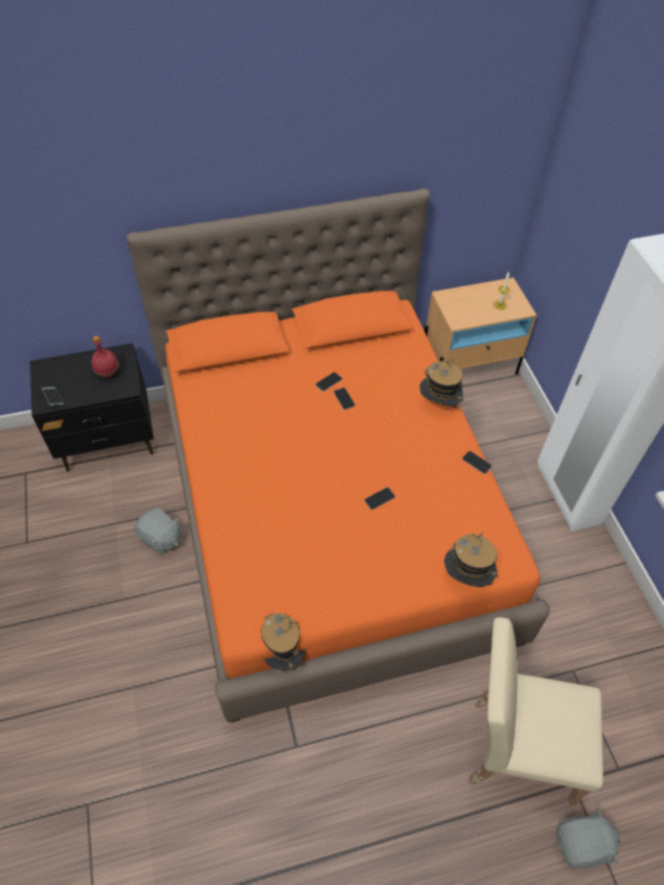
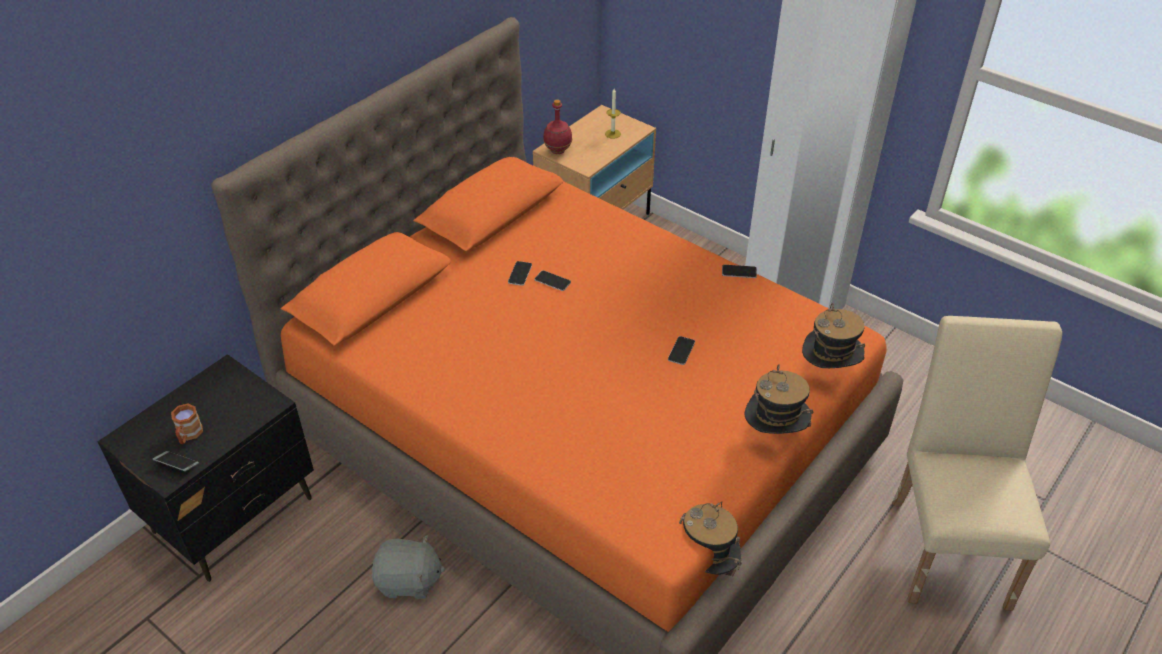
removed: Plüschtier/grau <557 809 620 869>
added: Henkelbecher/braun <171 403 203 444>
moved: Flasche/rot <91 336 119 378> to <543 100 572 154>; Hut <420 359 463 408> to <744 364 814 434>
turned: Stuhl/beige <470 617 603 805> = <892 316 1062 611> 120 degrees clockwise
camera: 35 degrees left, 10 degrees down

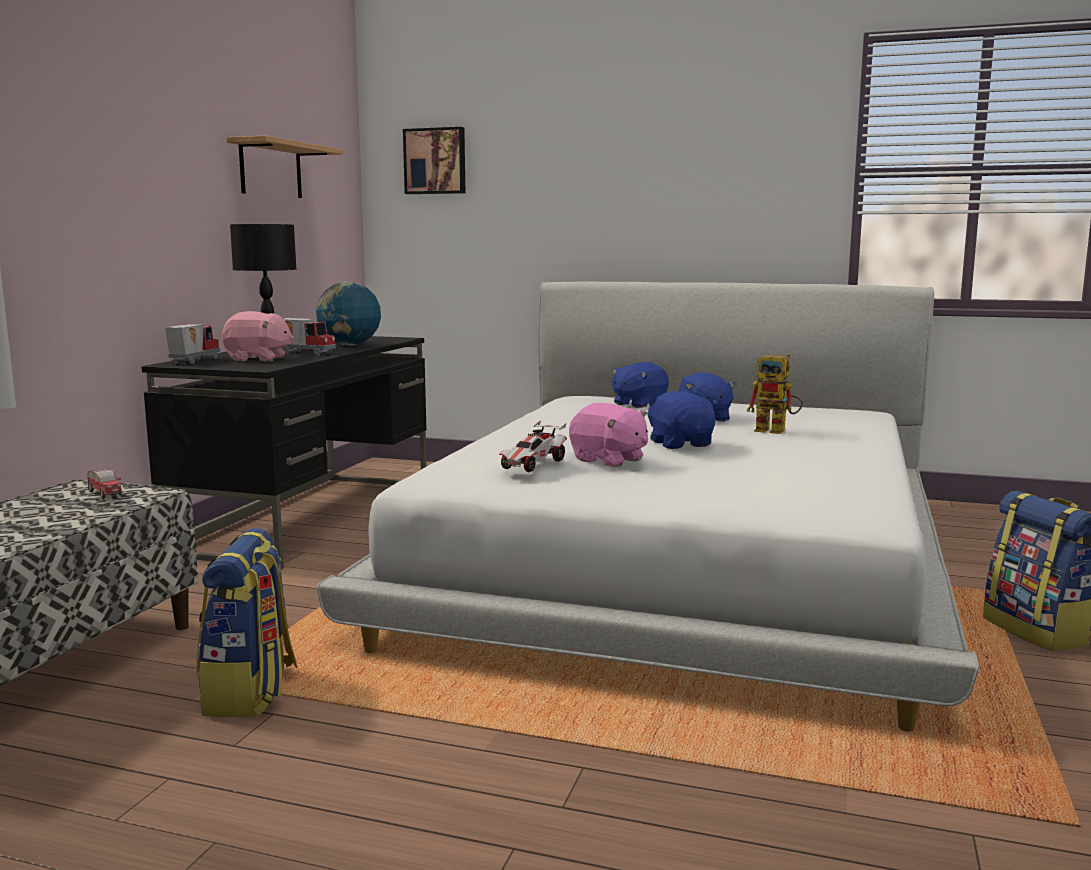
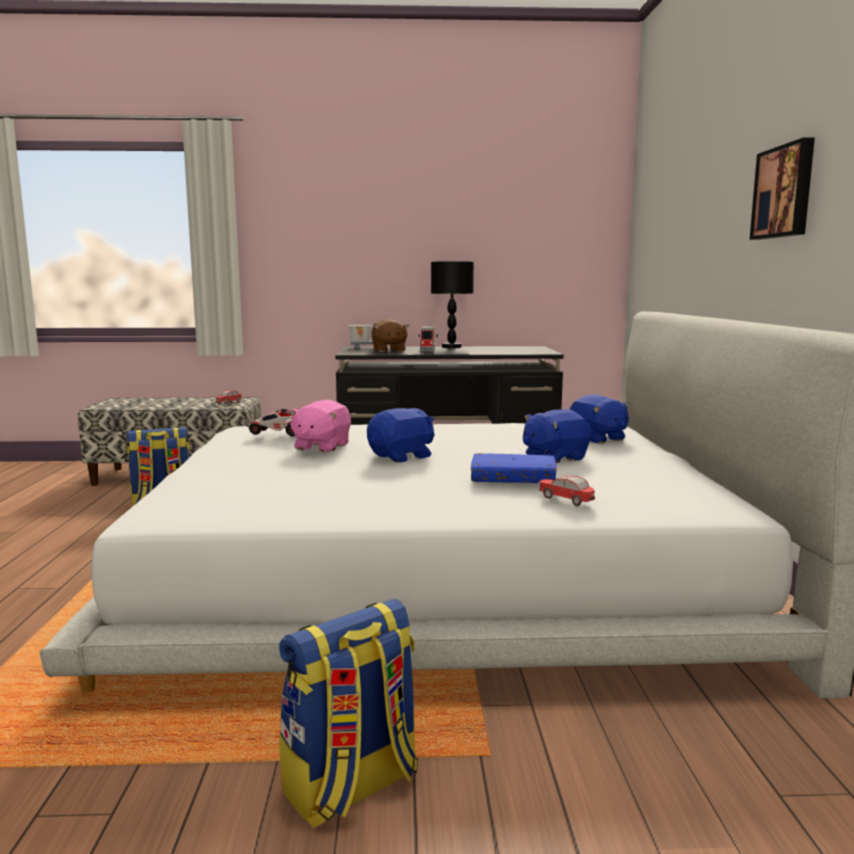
removed: Wandregal <226 135 343 198>; Globus <316 281 381 346>
added: Spielzeugauto <538 476 595 506>
moved: Bild <403 127 465 194> to <750 137 815 240>
replaced: Spielzeugroboter <747 353 803 434> to Buch/blau <471 453 557 483>
recoloured: Plüschtier/rosa <222 311 294 361> to Plüschtier/braun <371 319 409 352>
turned: Plüschtier/blau <612 362 669 408> = <569 395 630 444> 150 degrees counterclockwise
camera: 70 degrees right, 0 degrees up

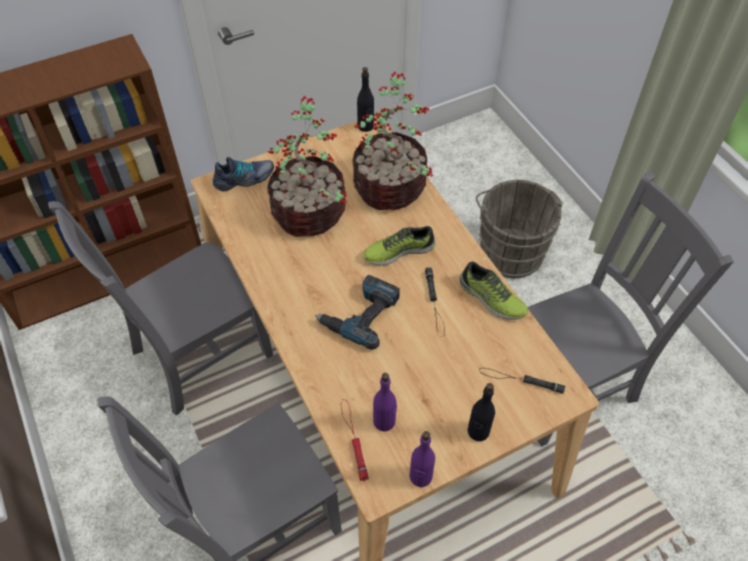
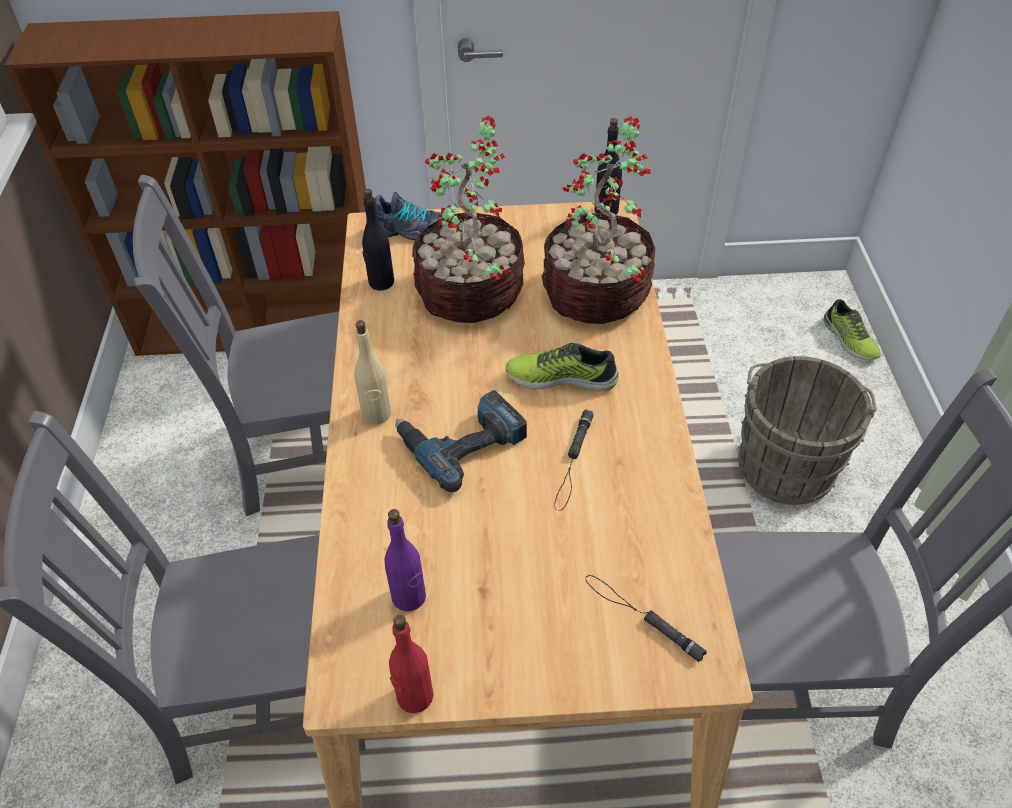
removed: Taschenlampe/rot <341 399 369 481>
added: Flasche/beige <354 320 391 425>
moved: Schuh <460 262 528 320> to <824 299 881 360>; Flasche/schwarz <467 383 495 441> to <362 189 394 290>
recoloured: Flasche/lila <409 431 435 487> to Flasche/rot <389 615 433 713>
camera: 25 degrees right, 5 degrees down

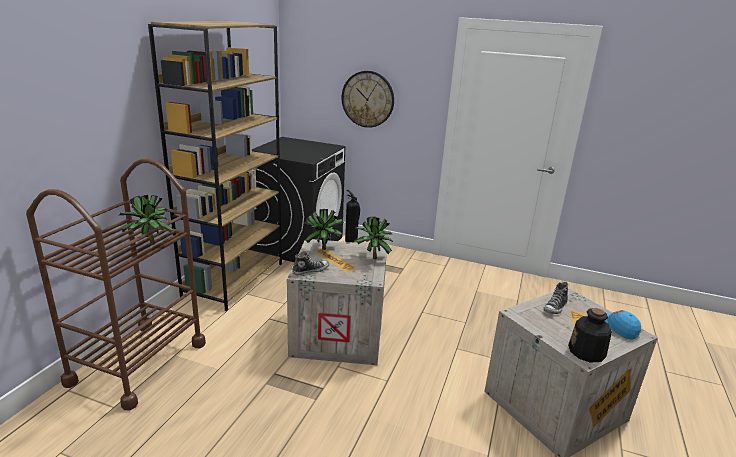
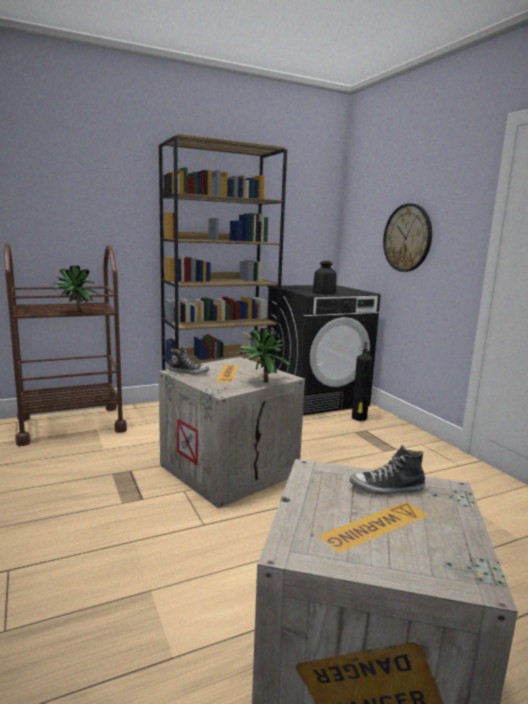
removed: Topfpflanze <304 209 344 250>; Kappe/blau <605 310 641 340>
moved: Flasche <568 308 612 363> to <313 260 336 294>
camera: 45 degrees right, 10 degrees down

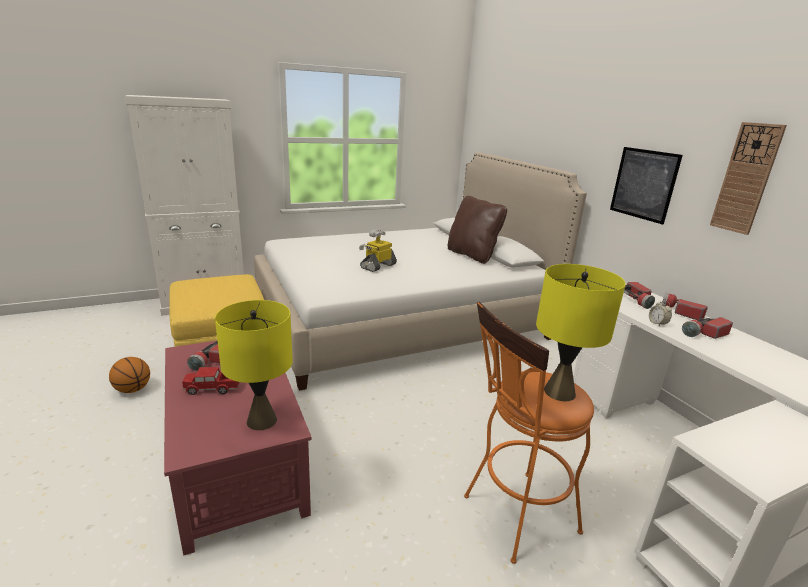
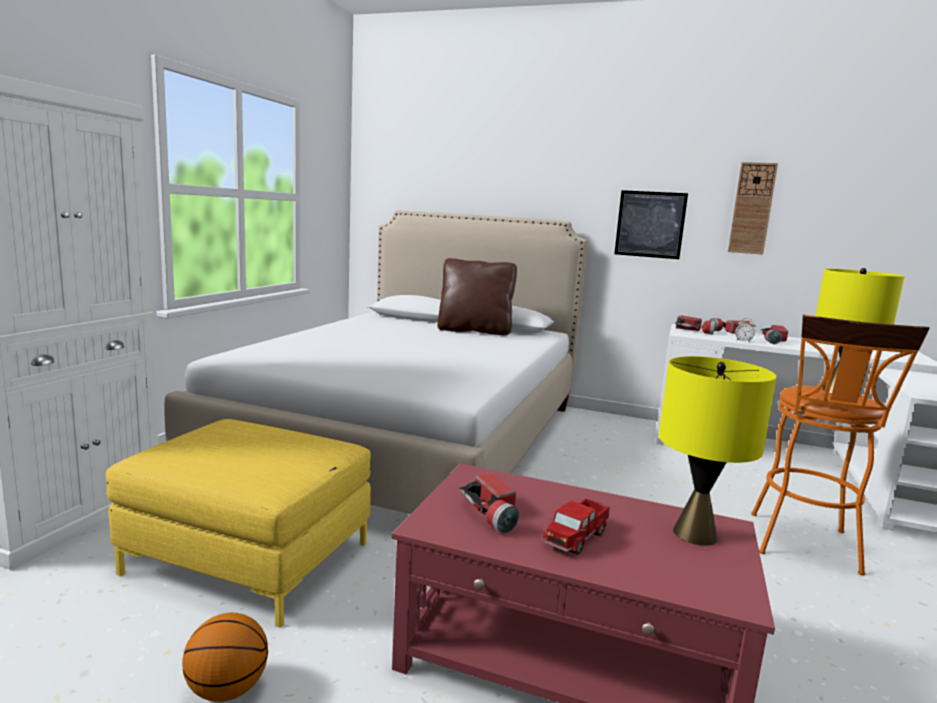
removed: Spielzeugroboter <359 229 397 272>
camera: 45 degrees left, 10 degrees down

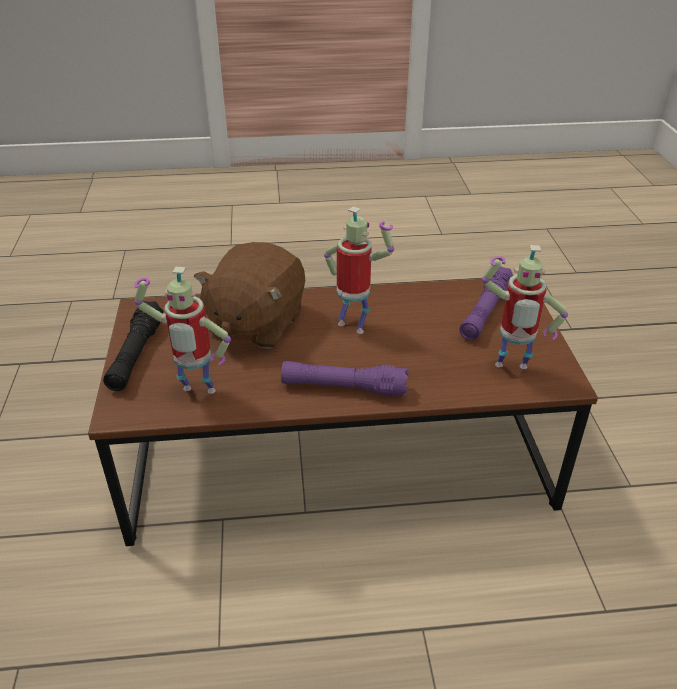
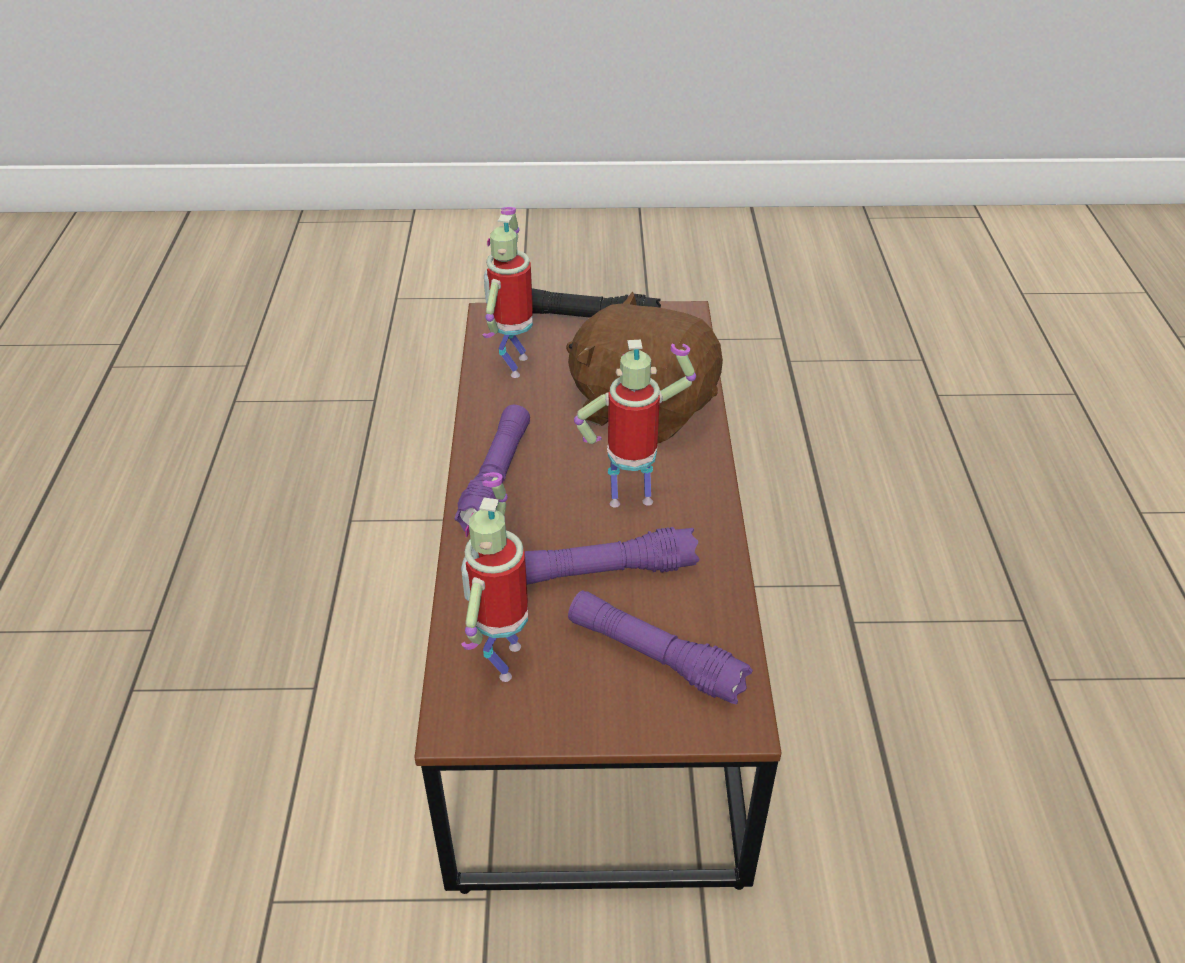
added: Taschenlampe/lila <525 527 699 585>
turned: Spielzeugroboter <324 206 394 334> = <574 340 696 508> 135 degrees counterclockwise
camera: 95 degrees right, 5 degrees up

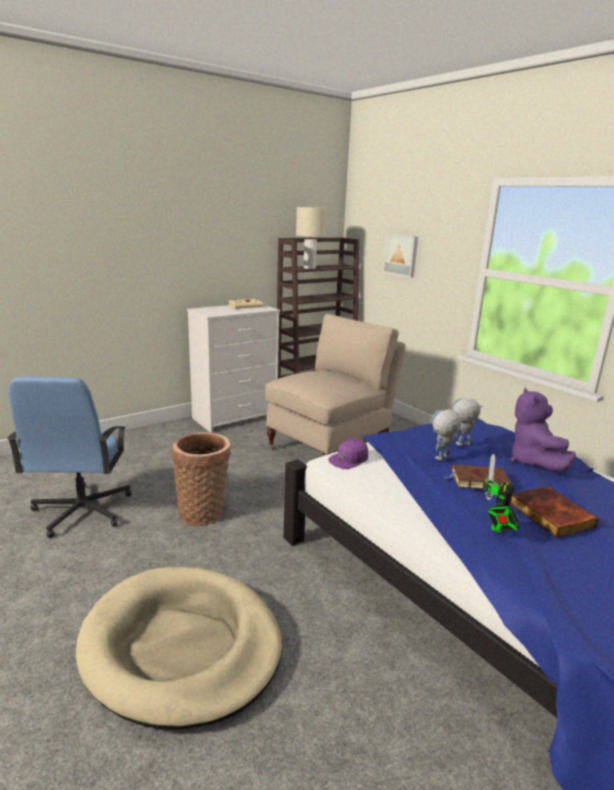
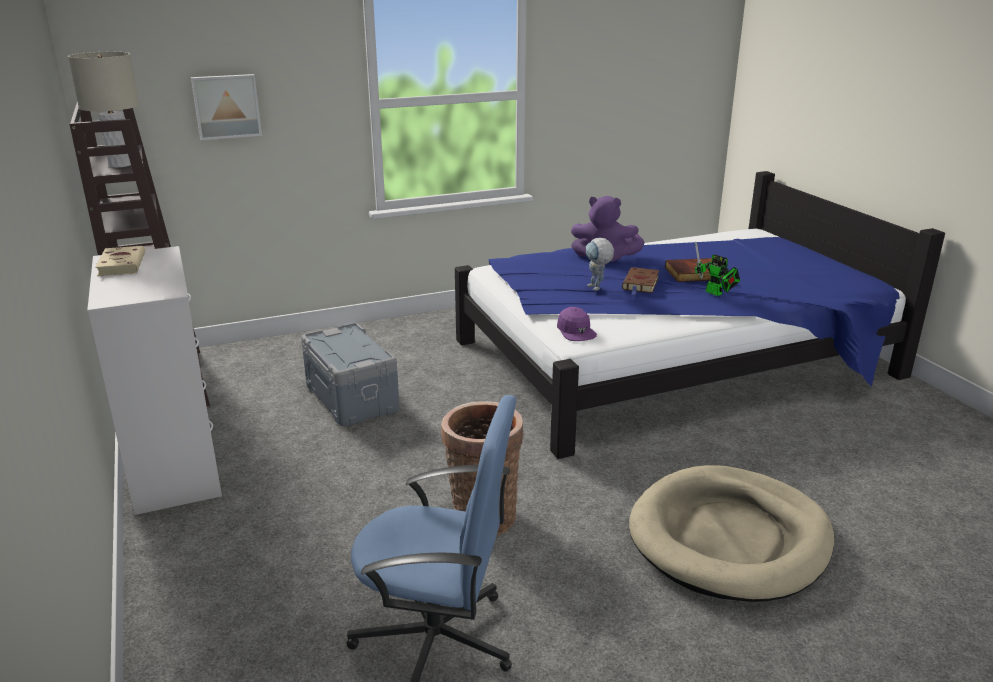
removed: Spielzeugroboter <452 398 482 446>
replaced: Stuhl/beige <265 314 406 456> to Aufbewahrungsbox/grau <301 323 400 426>
camera: 75 degrees left, 5 degrees up

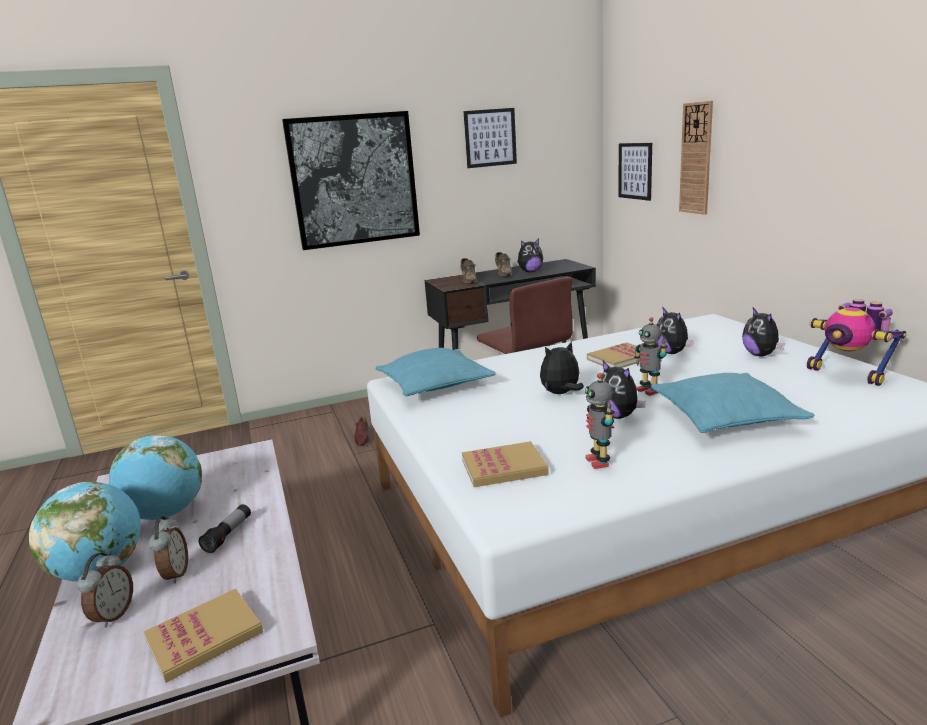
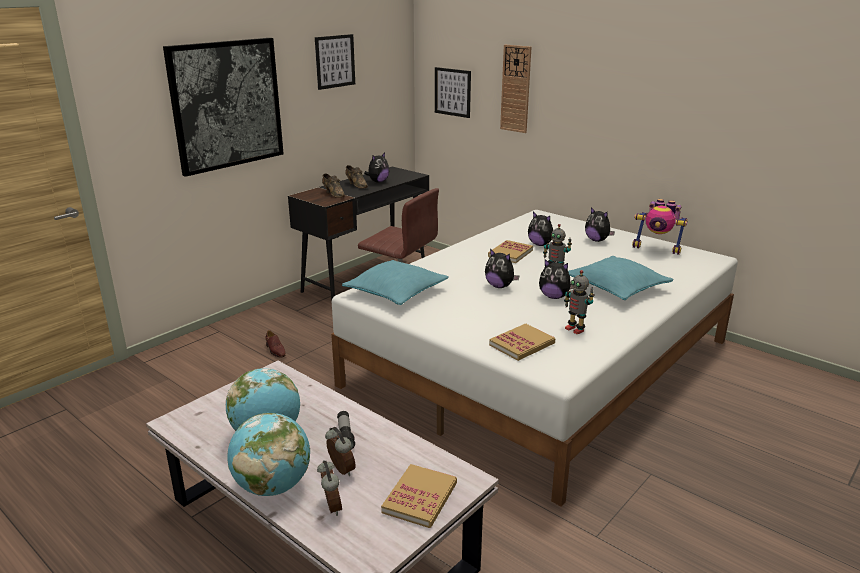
turned: Plüschtier <540 341 584 394> = <485 249 519 288> 90 degrees counterclockwise
camera: 30 degrees left, 5 degrees up

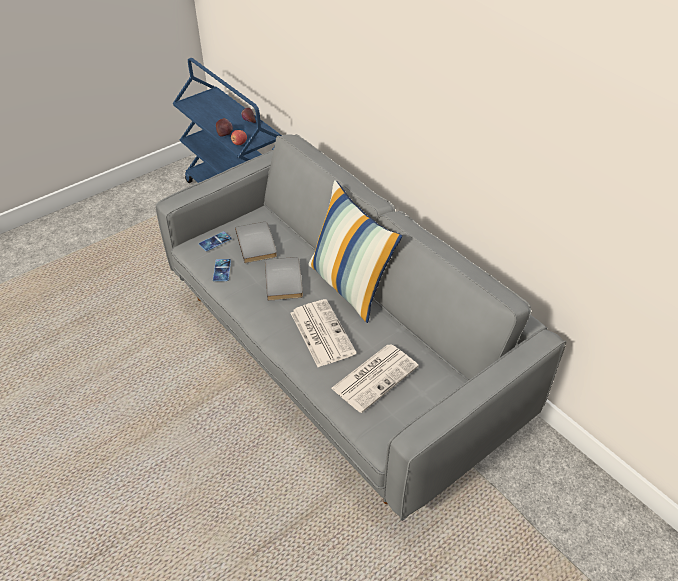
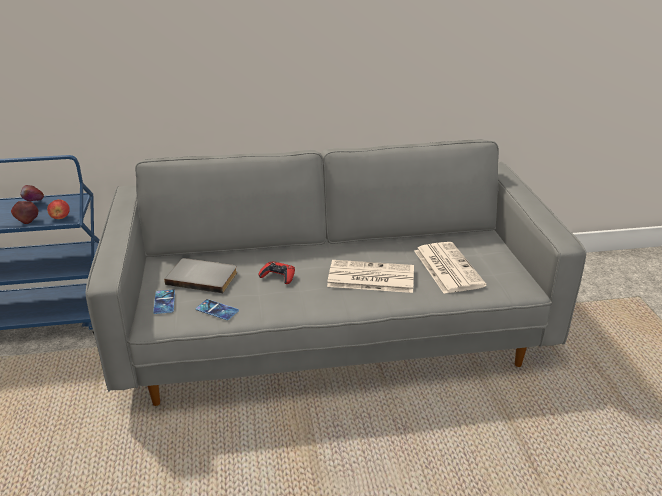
removed: Kissen <308 180 402 323>
replaced: Buch/grau <265 257 303 301> to Gamepad/rot <259 262 295 284>
camera: 60 degrees left, 15 degrees down

